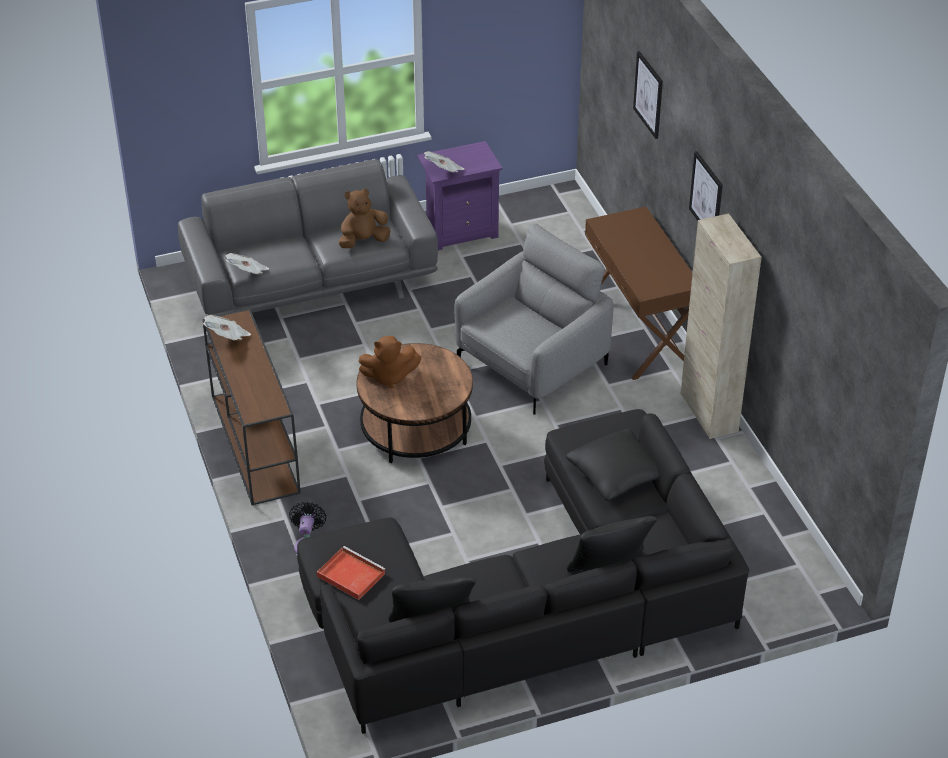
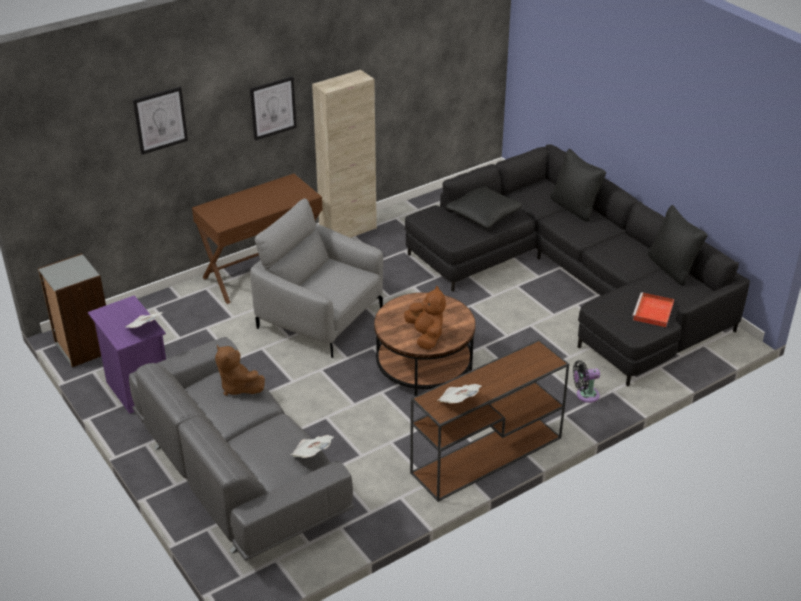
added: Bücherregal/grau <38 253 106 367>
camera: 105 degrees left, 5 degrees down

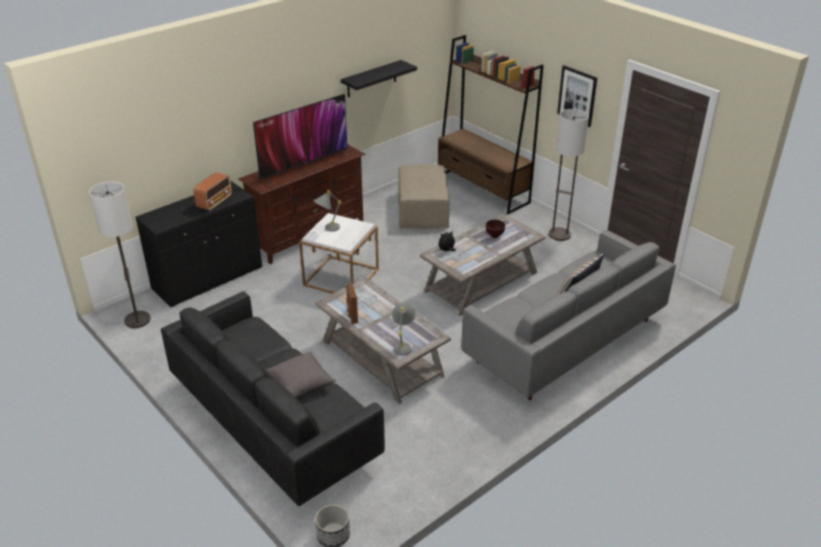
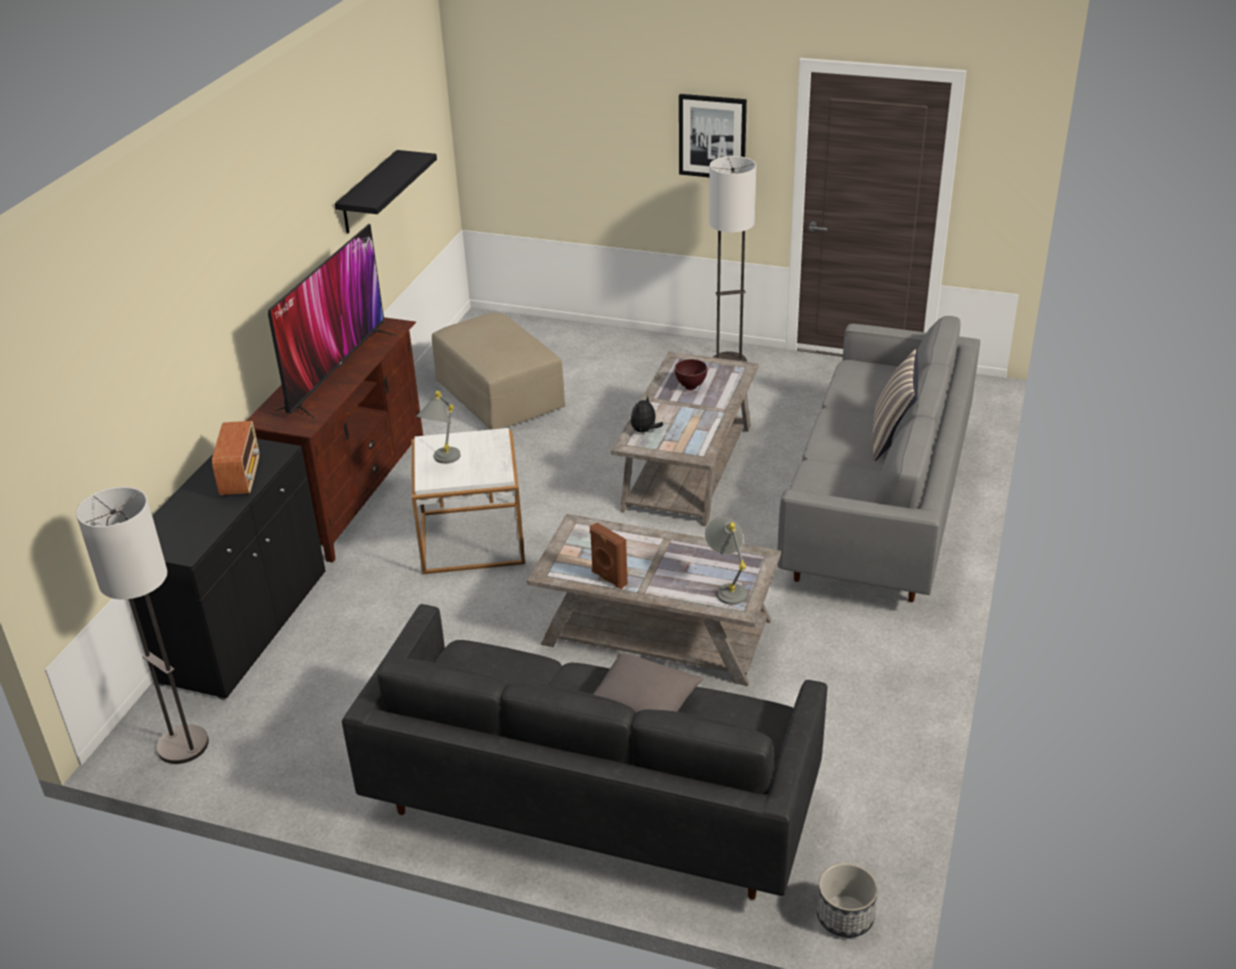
removed: Bücherregal/braun <438 35 544 214>
camera: 30 degrees left, 0 degrees up

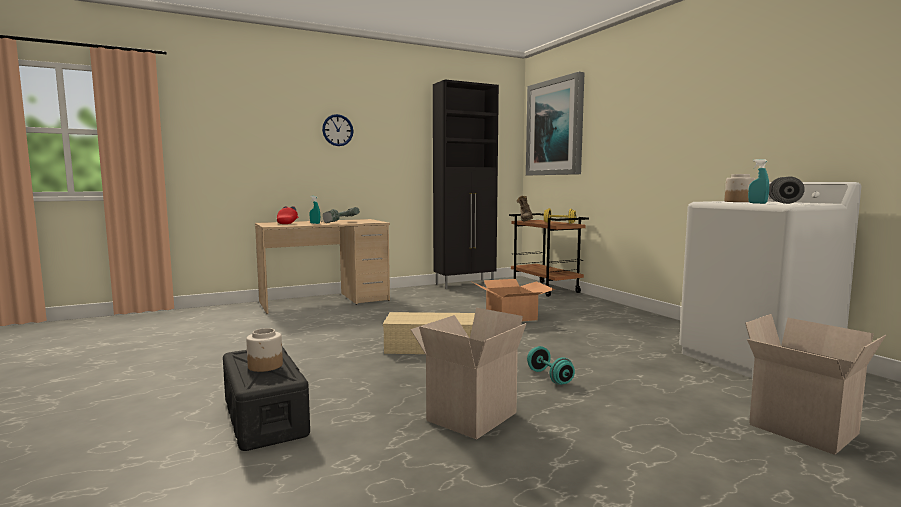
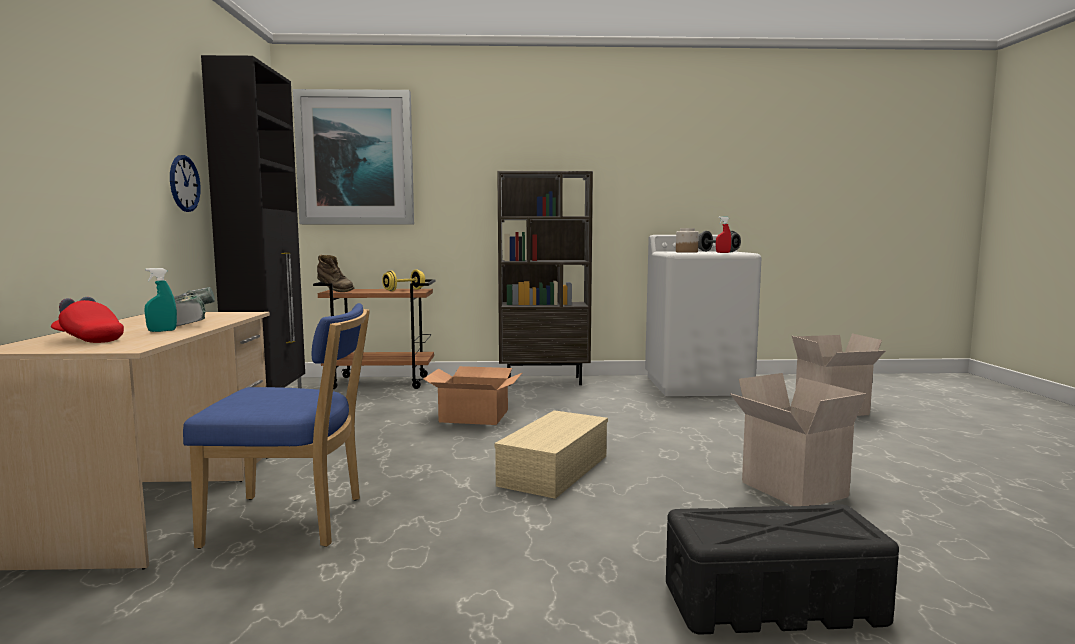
removed: Vorratsglas <246 328 283 372>; Hantel/türkis <527 346 575 385>
added: Stuhl/blau <183 303 370 549>; Bücherregal/braun <497 171 593 386>
moved: Wanduhr <322 114 353 146> to <170 155 201 212>
recoloured: Sprühflasche/türkis <748 159 769 204> to Sprühflasche/rot <716 216 731 253>
camera: 65 degrees left, 0 degrees up

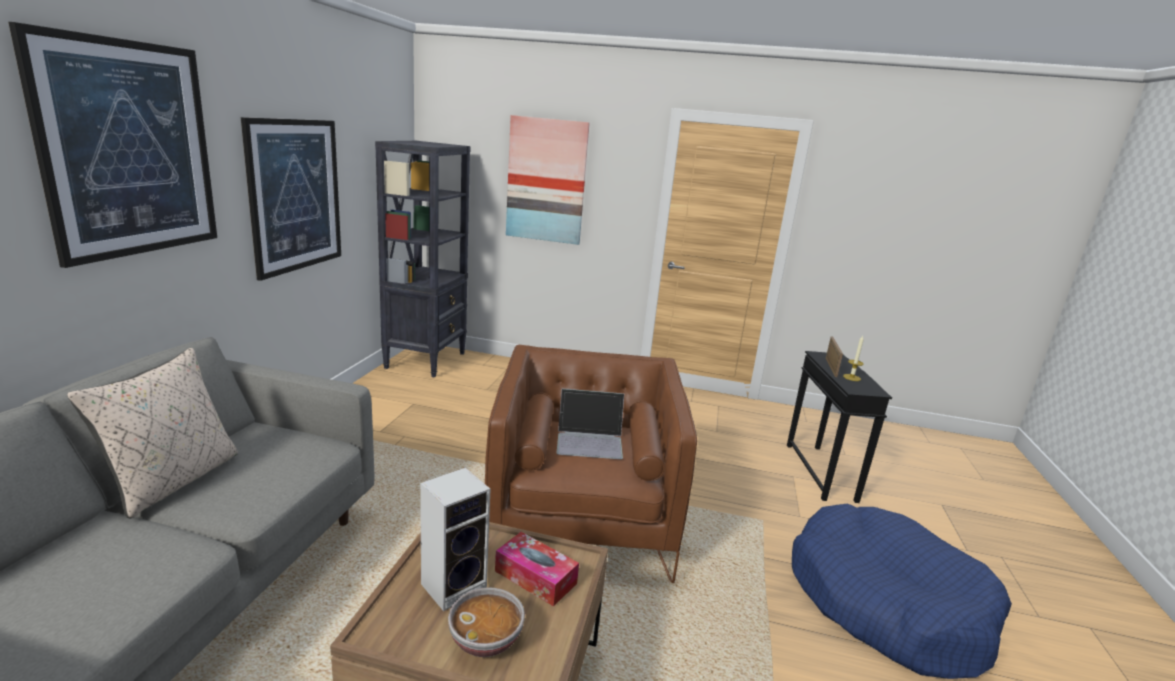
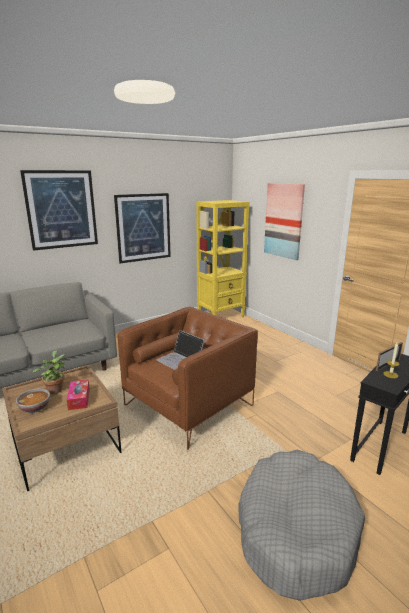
removed: Kissen/beige <67 348 238 519>
replaced: Lautsprecher <420 467 490 611> to Topfpflanze <32 350 65 394>
recoloured: Bücherregal/schwarz <375 141 471 378> to Bücherregal/gelb <196 200 250 318>; Hundebett/blau <792 504 1012 679> to Hundebett/grau <238 450 365 601>
camera: 45 degrees right, 0 degrees up

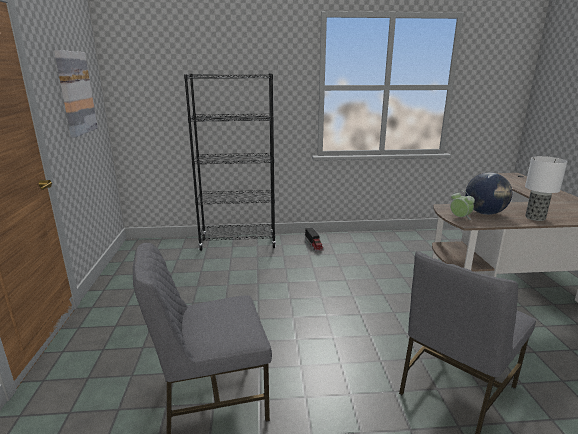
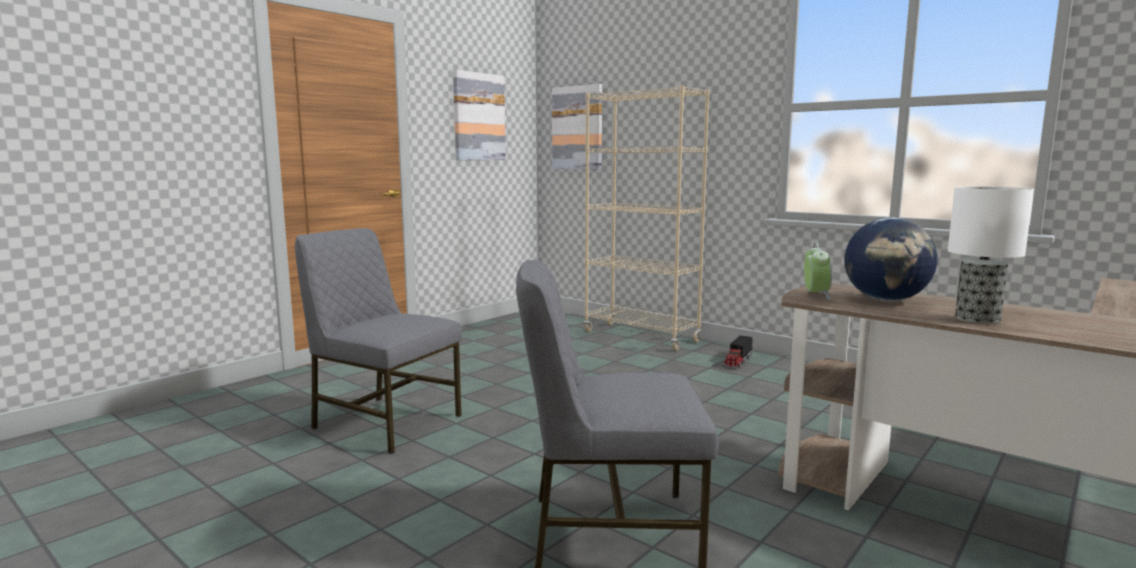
added: Bild <552 84 602 170>
recoloured: Bücherregal/schwarz <184 74 276 251> to Bücherregal/beige <584 85 710 351>
camera: 45 degrees right, 10 degrees down

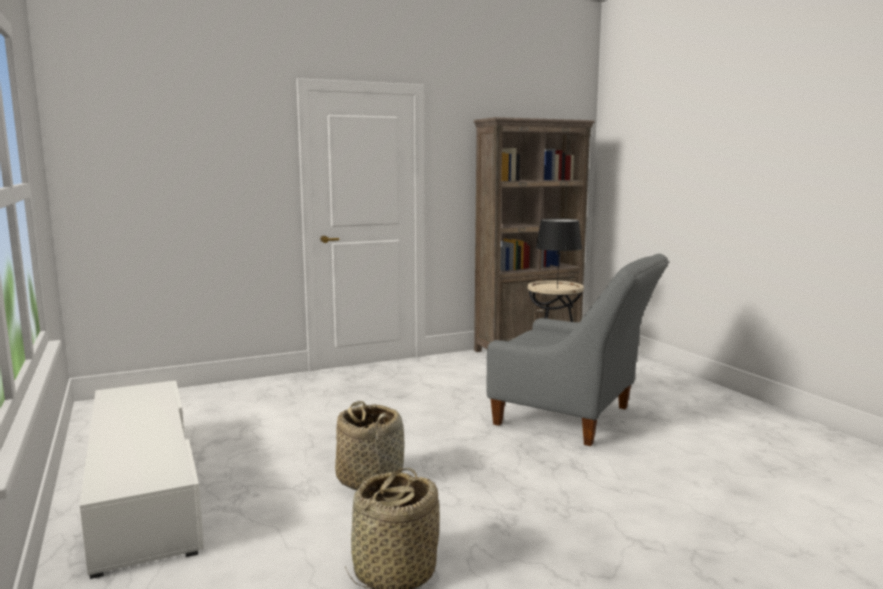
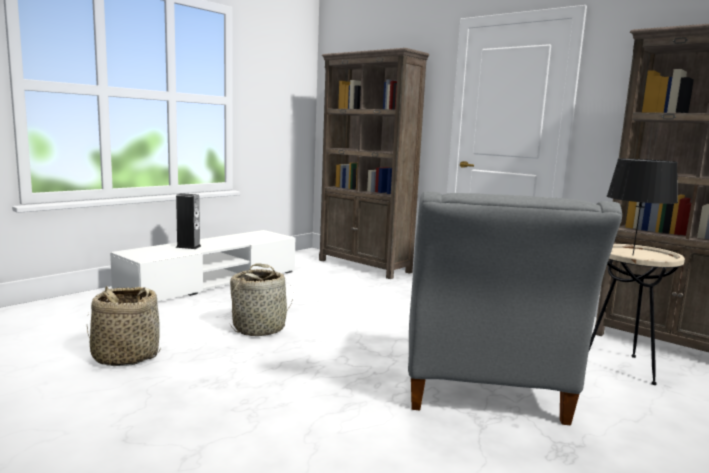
added: Lautsprecher <176 193 201 249>; Bücherregal/braun <319 48 430 279>
camera: 65 degrees right, 0 degrees up

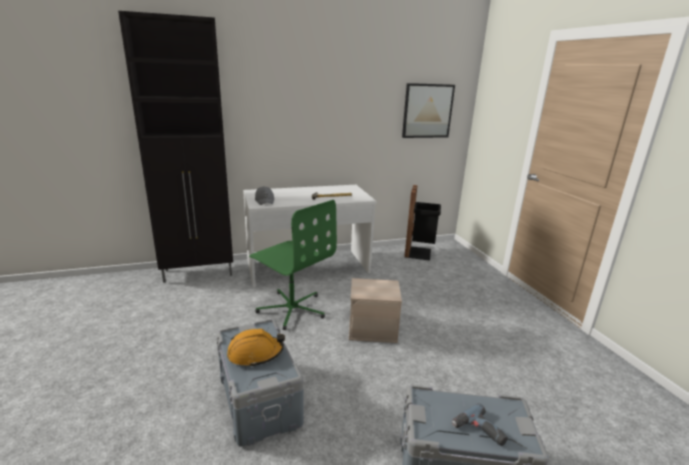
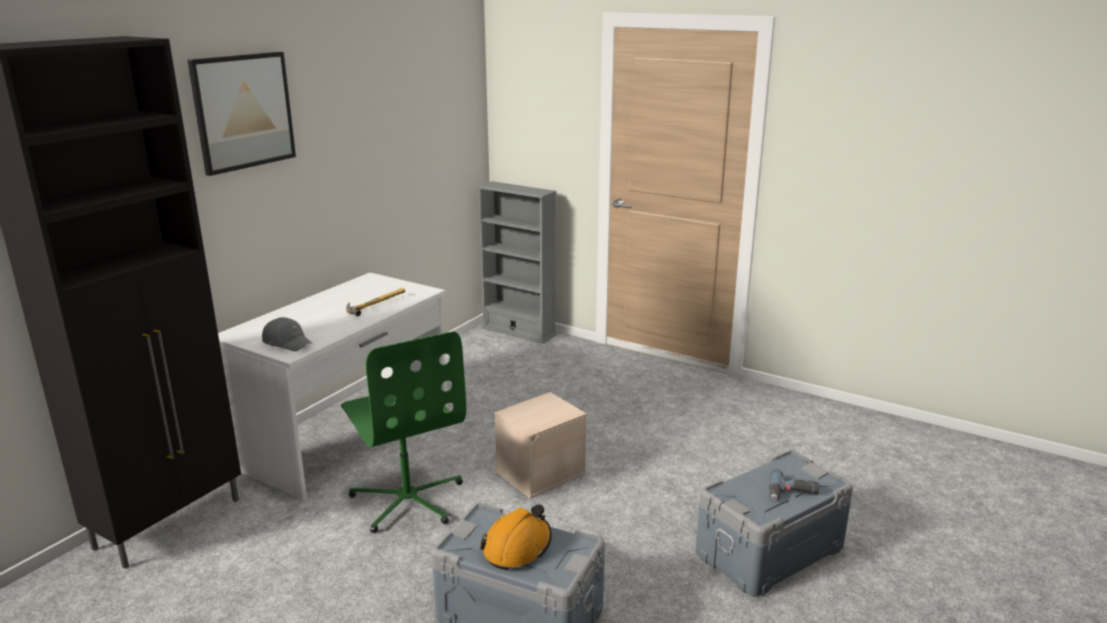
removed: Mülleimer/schwarz <404 185 441 261>
added: Bücherregal/grau <477 181 557 344>
moved: Bild <402 83 455 138> to <187 52 296 176>
turned: Bürostuhl/grün <249 200 337 330> = <341 331 466 533> 60 degrees clockwise
camera: 40 degrees left, 0 degrees up

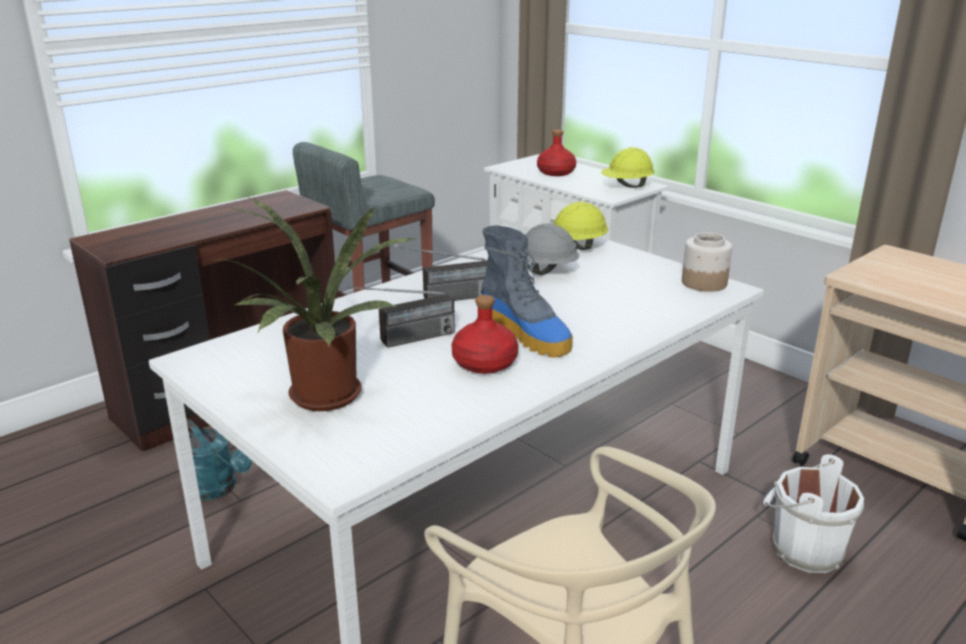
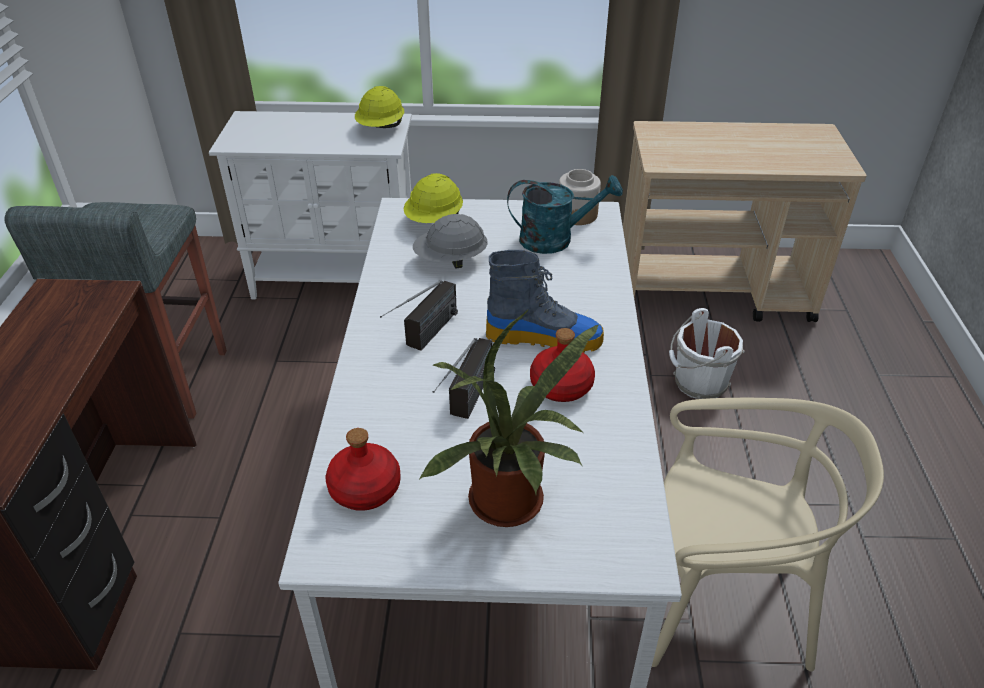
moved: Gießkanne/türkis <186 419 252 500> to <507 175 623 254>; Flasche/rot <537 130 576 176> to <326 428 401 511>
camera: 45 degrees left, 15 degrees up

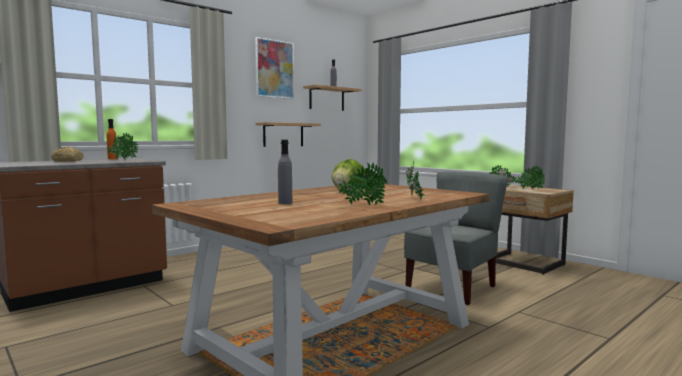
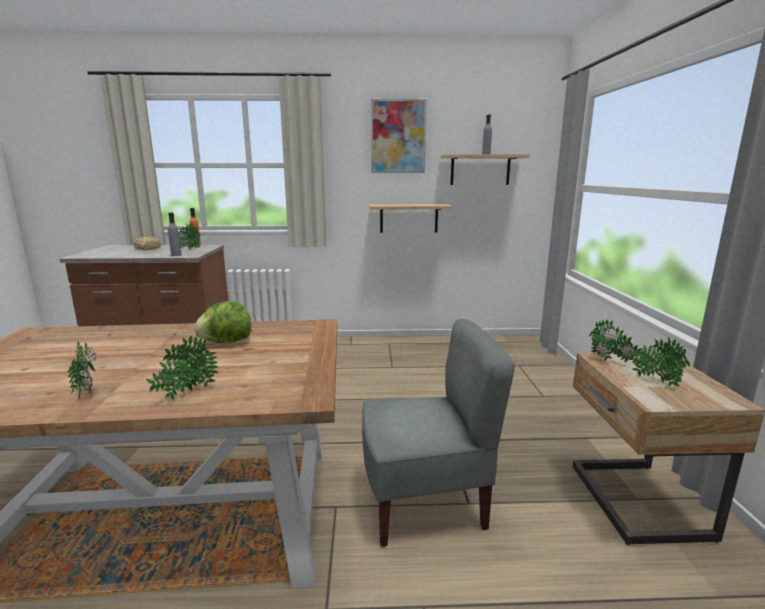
moved: Flasche/grau <278 140 293 204> to <168 213 181 256>
camera: 40 degrees right, 10 degrees up

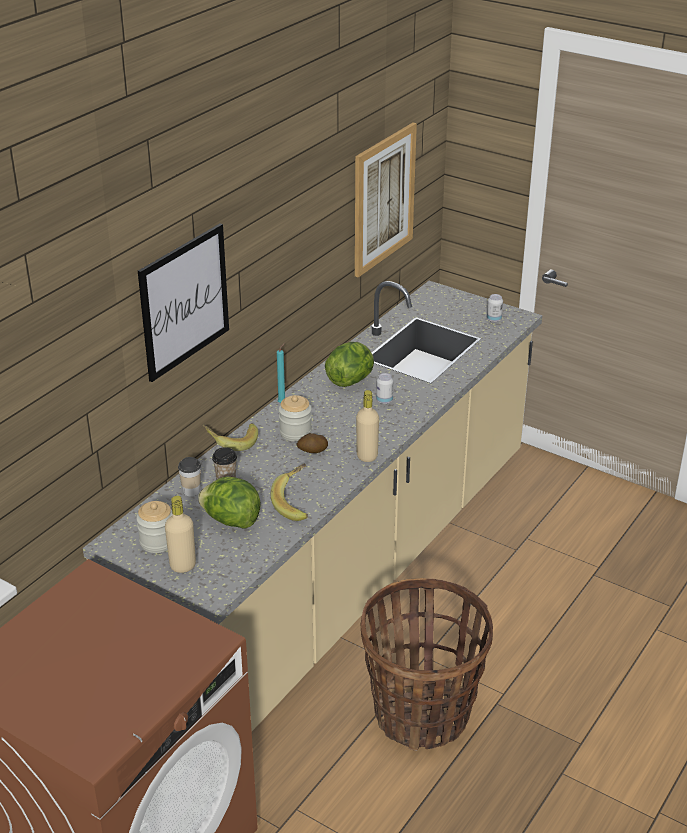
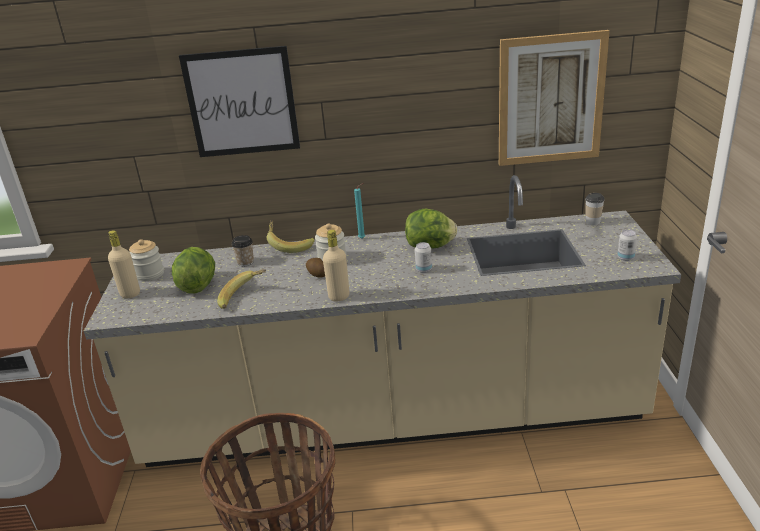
moved: Tasse <178 457 201 496> to <585 193 605 225>
camera: 55 degrees right, 5 degrees down

